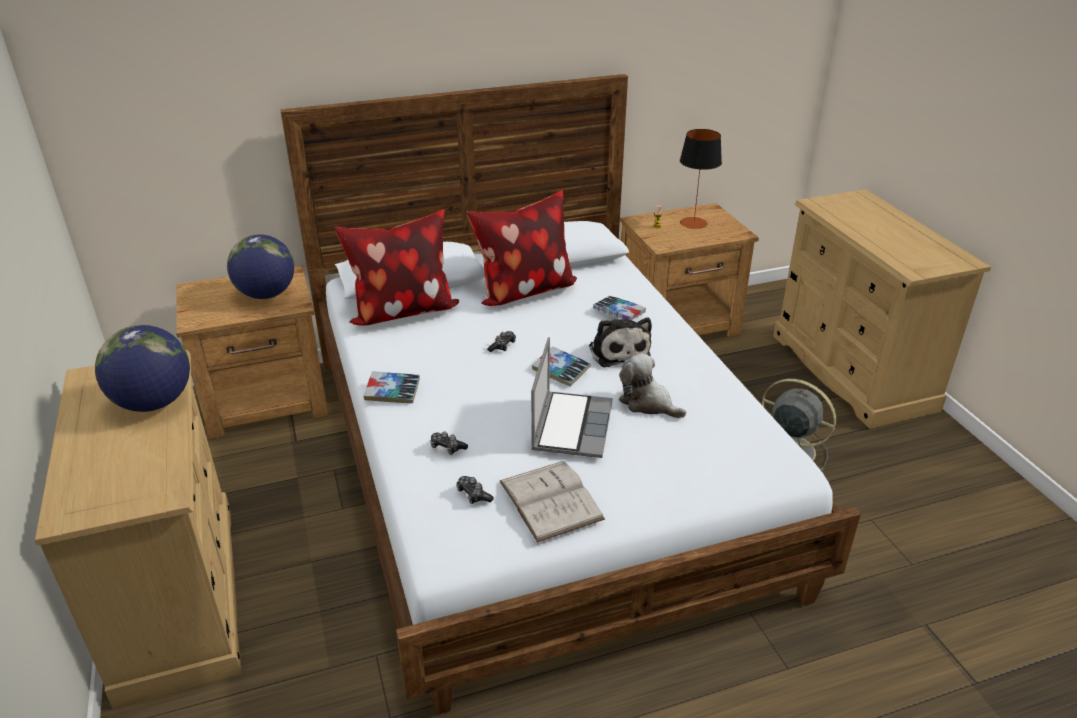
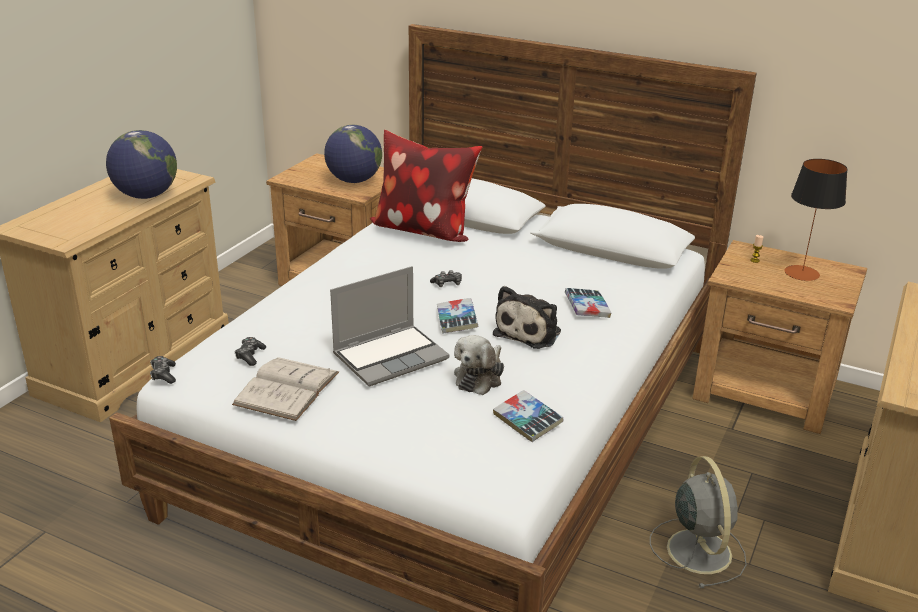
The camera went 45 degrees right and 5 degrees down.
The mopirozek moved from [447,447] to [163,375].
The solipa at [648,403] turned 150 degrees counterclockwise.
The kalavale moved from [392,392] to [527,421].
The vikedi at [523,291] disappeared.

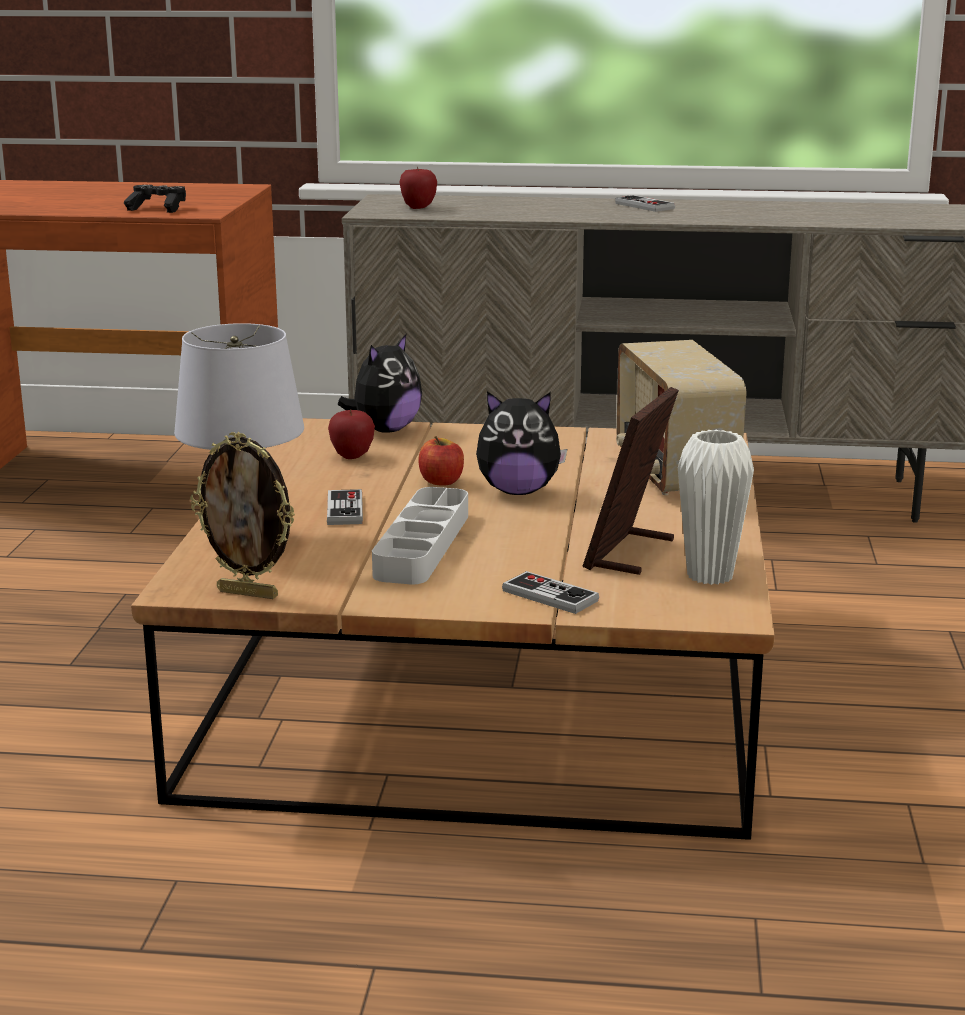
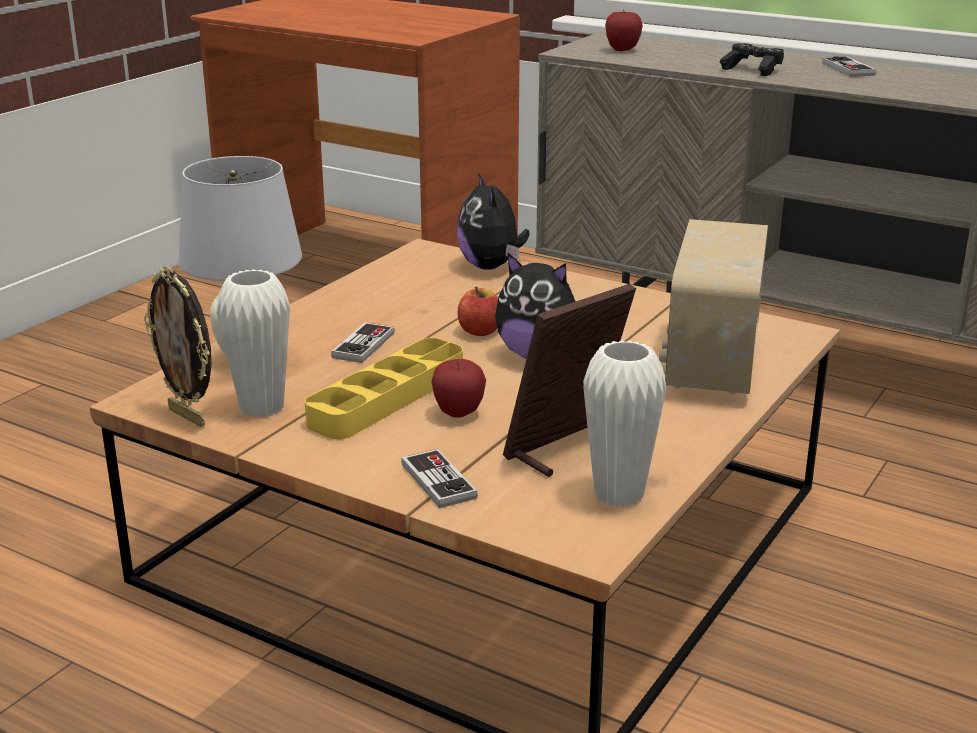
The camera went 25 degrees right and 5 degrees up.
The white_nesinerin at [262,407] appeared.
The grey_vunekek at [422,545] became the yellow_vunekek at [388,397].
The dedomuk moved from [352,456] to [458,413].
The solipa at [385,430] turned 105 degrees clockwise.
The black_mopirozek moved from [157,209] to [752,70].

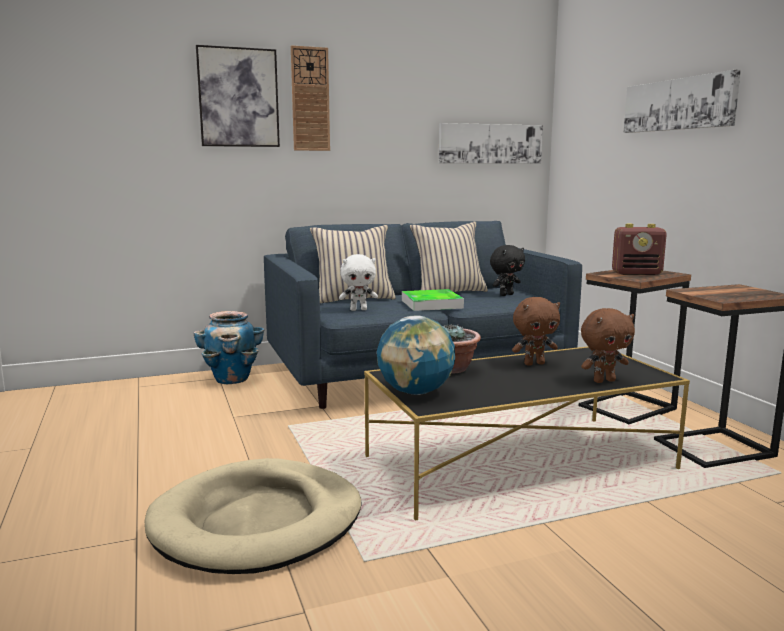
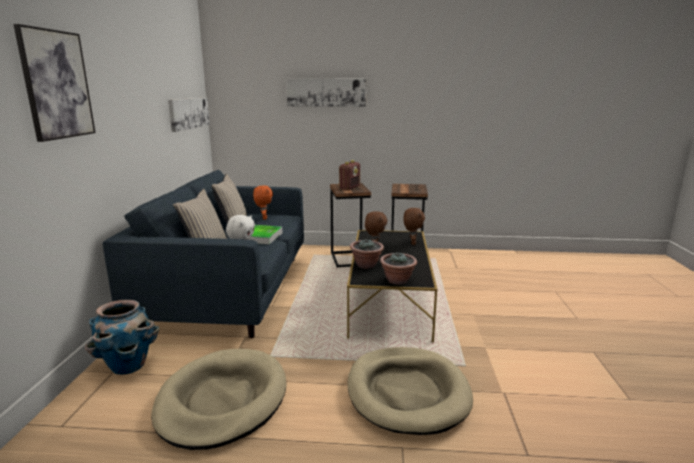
The camera went 65 degrees left and 5 degrees up.
The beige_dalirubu at [222,401] appeared.
The black_solipa at [506,295] became the orange_solipa at [264,218].
The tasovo at [415,392] was replaced by the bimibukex at [398,281].
The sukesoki at [310,99] disappeared.

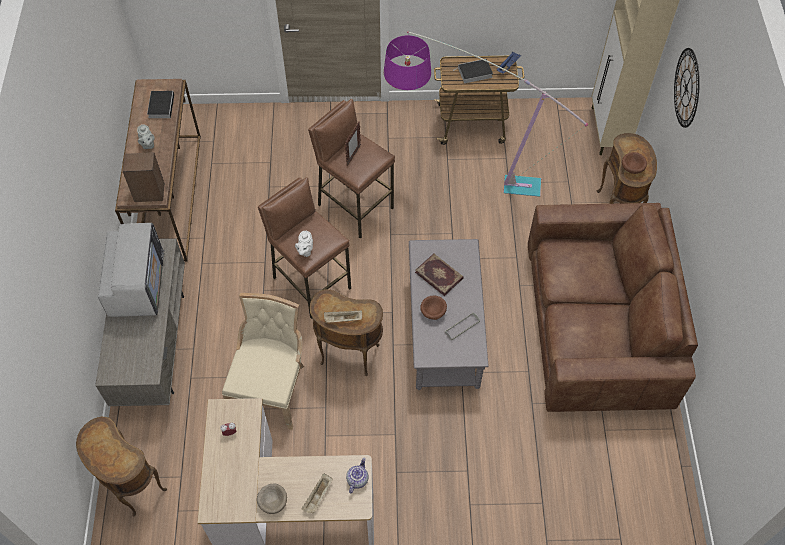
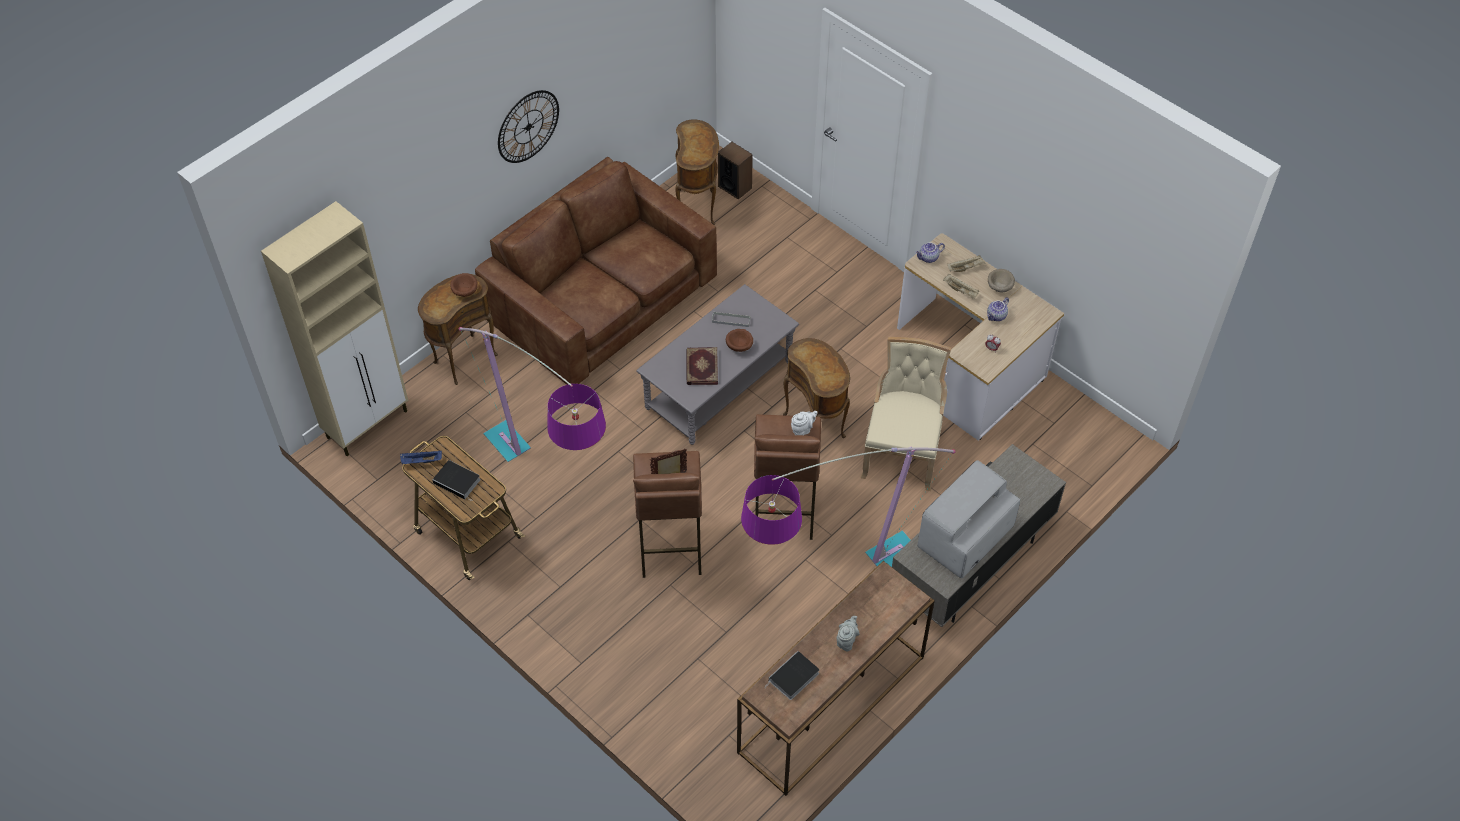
The camera went 135 degrees left and 5 degrees down.
The sukesoki moved from [686,88] to [528,126].
The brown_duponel moved from [132,486] to [698,208].
The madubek moved from [149,192] to [735,187].
The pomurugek at [824,591] appeared.
The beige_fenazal at [271,388] turned 135 degrees clockwise.
The beige_vunekek moved from [342,319] to [961,291].
The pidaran at [996,316] appeared.

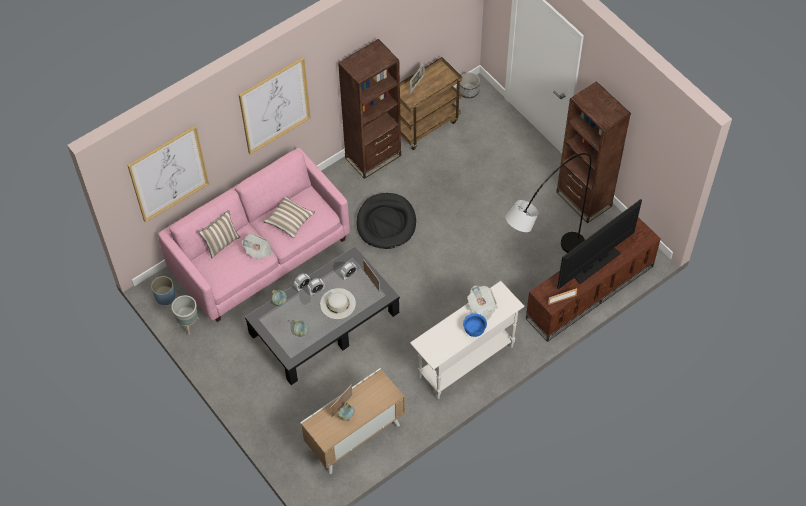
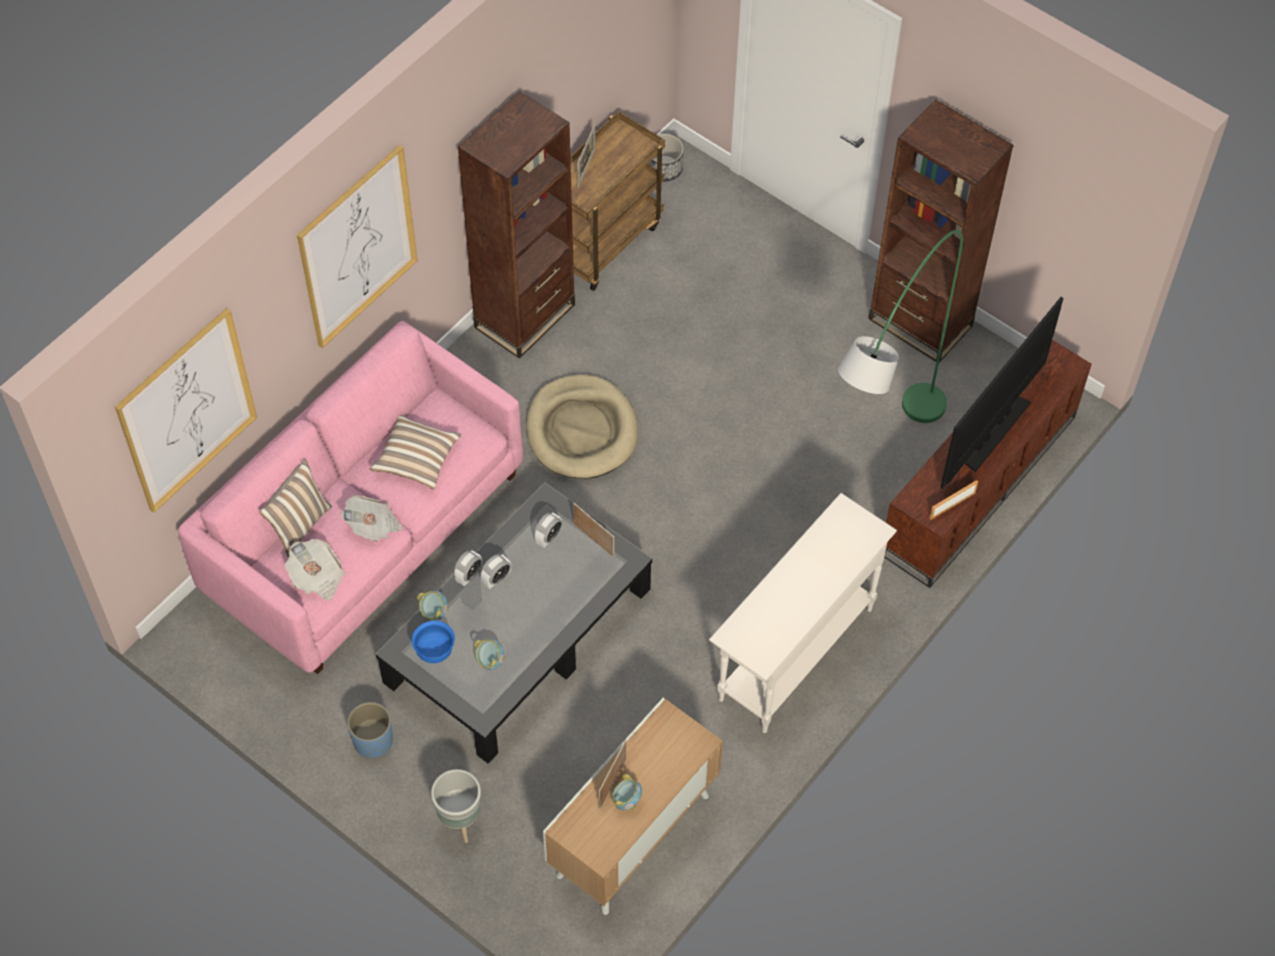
The camera went 15 degrees left and 0 degrees up.
The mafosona moved from [482,306] to [317,577].
The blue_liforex moved from [165,297] to [373,741].
The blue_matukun moved from [474,330] to [435,651].
The grey_liforex moved from [189,324] to [461,822].
The black_dalirubu at [386,223] became the beige_dalirubu at [581,430].
The grey_pomurugek at [540,270] became the green_pomurugek at [881,463].
The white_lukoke at [337,303] disappeared.

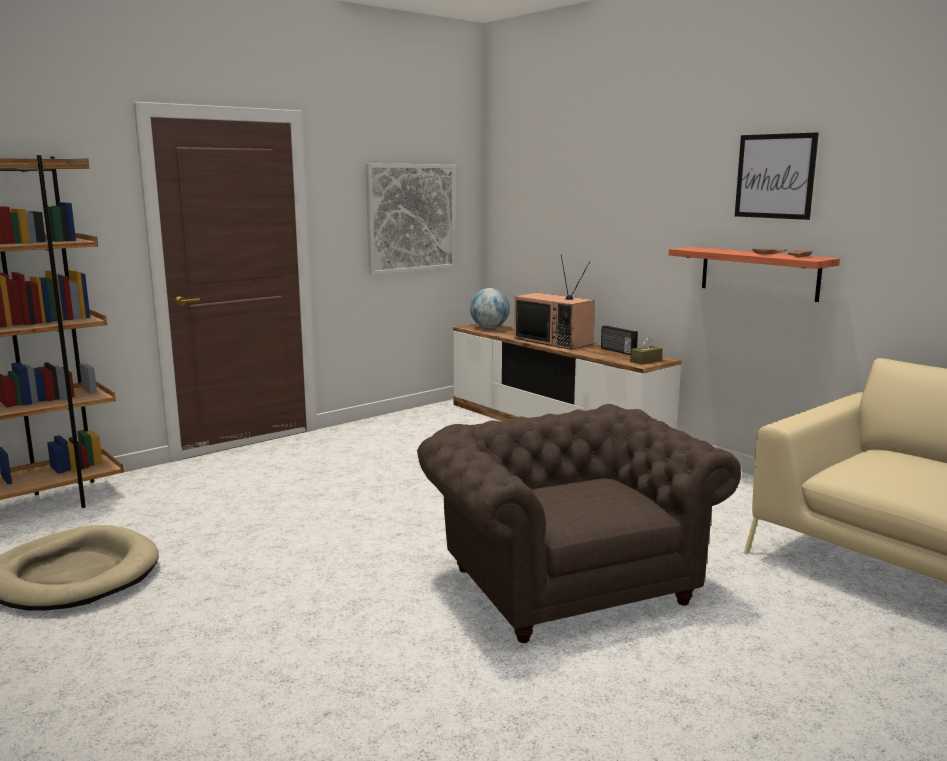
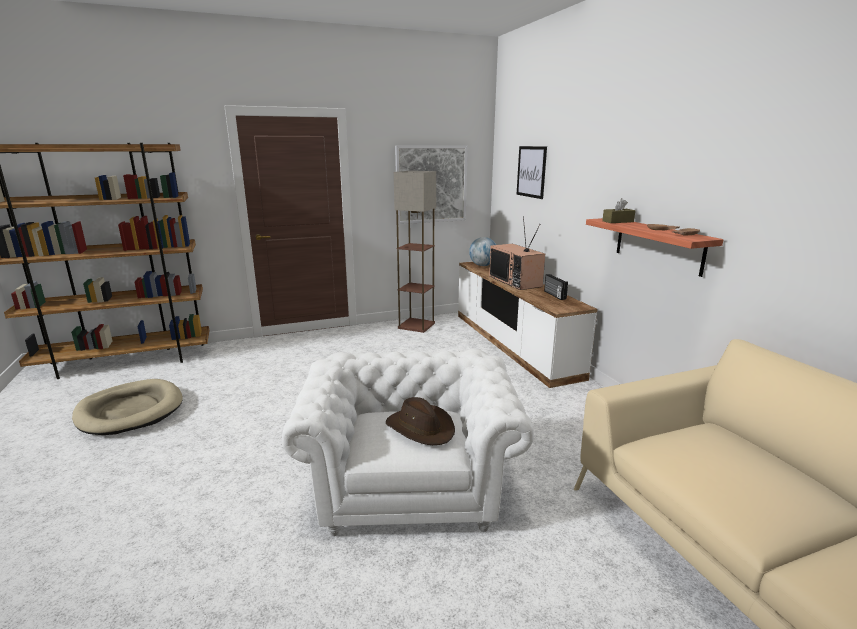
The camera went 20 degrees right and 5 degrees up.
The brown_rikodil at [565,581] became the white_rikodil at [410,484].
The brown_lukoke at [421,427] appeared.
The pomurugek at [416,325] appeared.
The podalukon moved from [775,176] to [531,171].
The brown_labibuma moved from [646,361] to [618,221].

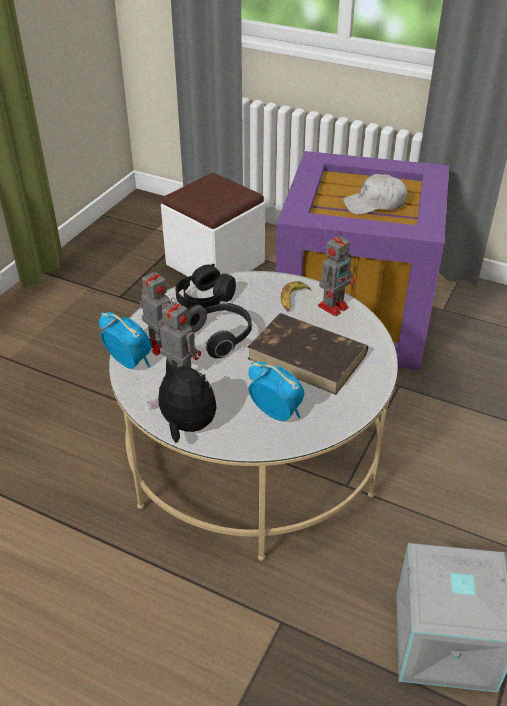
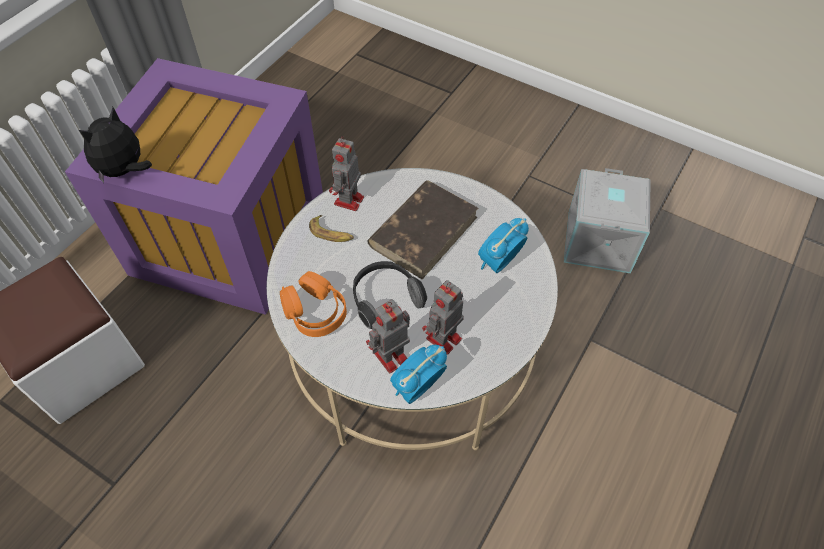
The camera went 85 degrees left and 15 degrees up.
The solipa moved from [186,426] to [125,171].
The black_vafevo at [205,299] became the orange_vafevo at [315,312].
The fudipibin at [334,306] turned 120 degrees counterclockwise.
The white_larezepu at [374,204] disappeared.

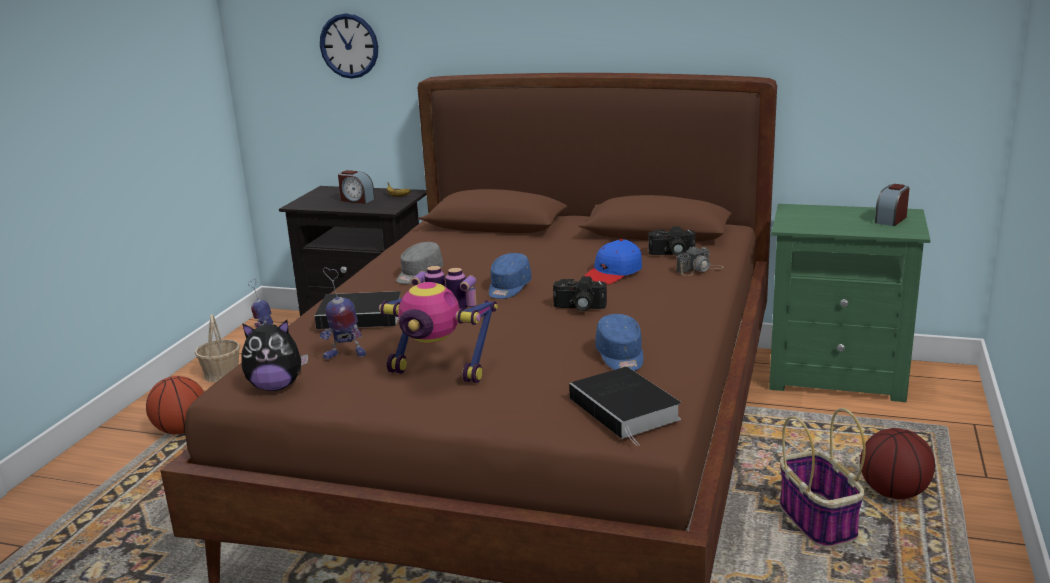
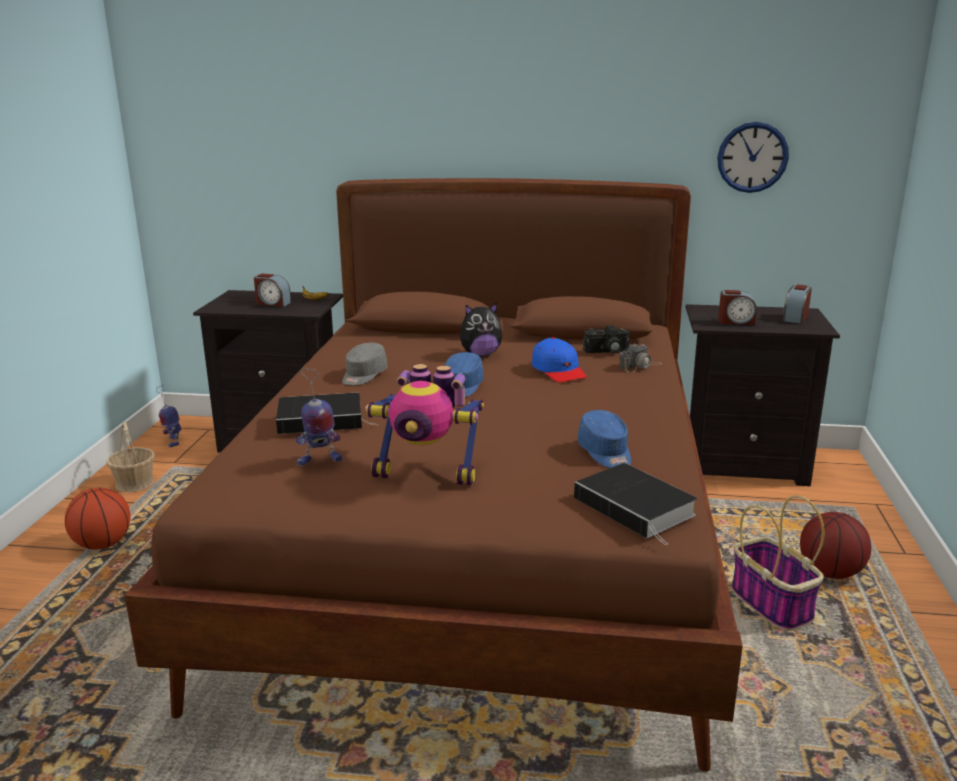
The camera went 10 degrees left and 0 degrees up.
The solipa moved from [276,386] to [480,354].
The blue_larezepu at [613,273] turned 60 degrees counterclockwise.
The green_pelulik at [838,376] became the black_pelulik at [742,464].
The sukesoki moved from [349,46] to [752,157].
The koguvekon at [736,322] appeared.
The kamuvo at [579,307] disappeared.

